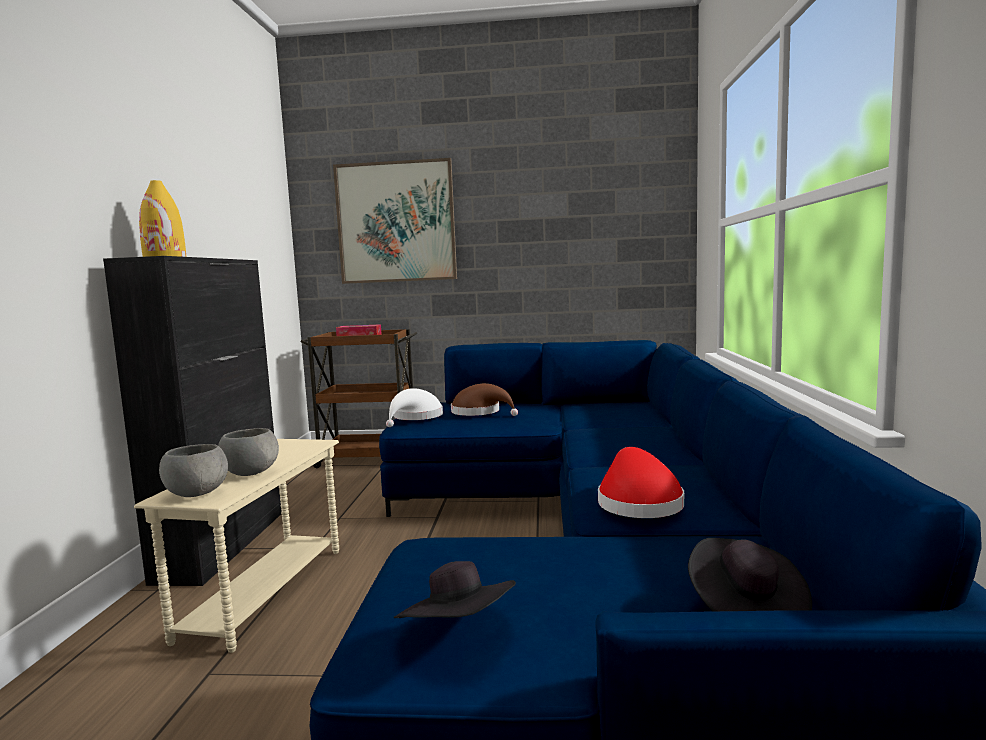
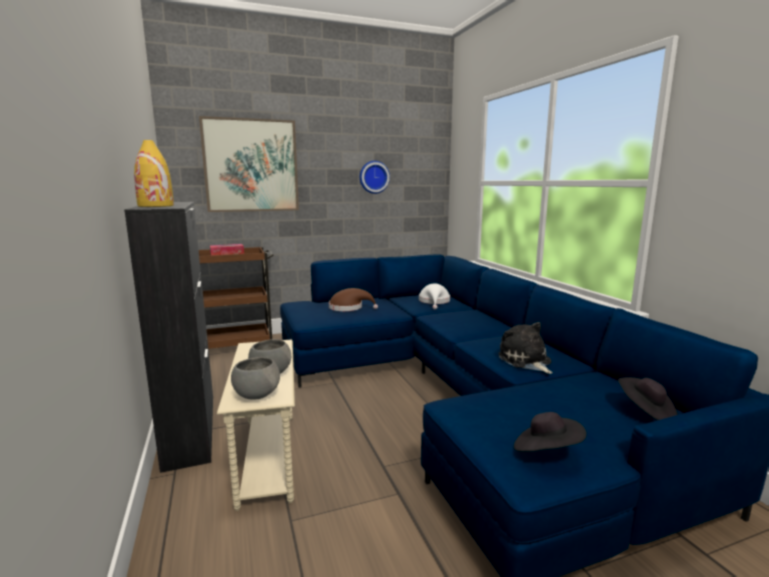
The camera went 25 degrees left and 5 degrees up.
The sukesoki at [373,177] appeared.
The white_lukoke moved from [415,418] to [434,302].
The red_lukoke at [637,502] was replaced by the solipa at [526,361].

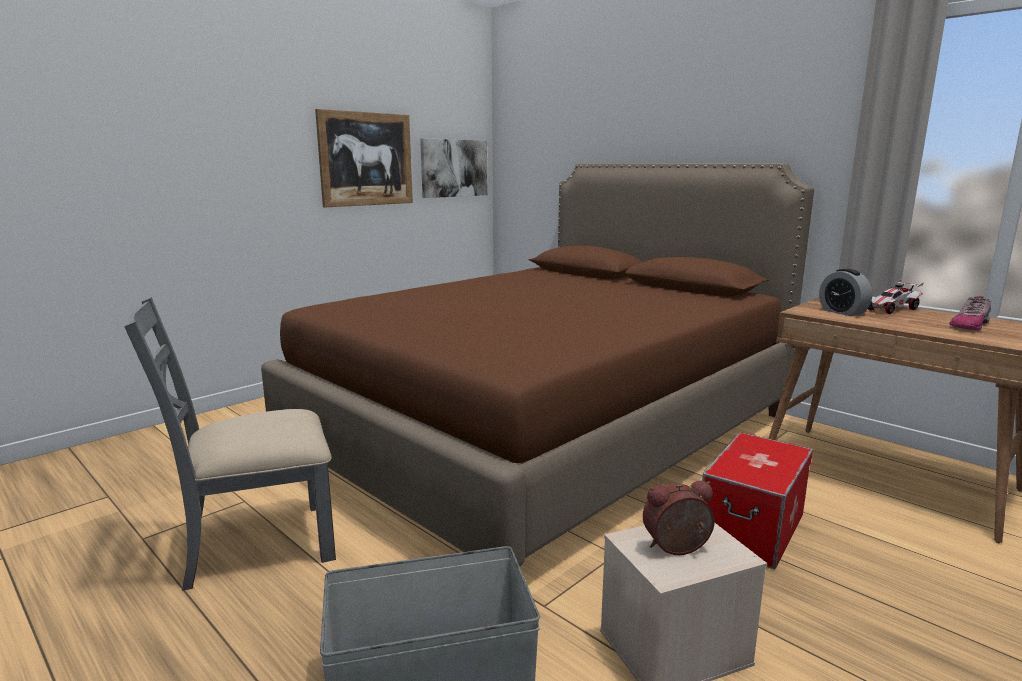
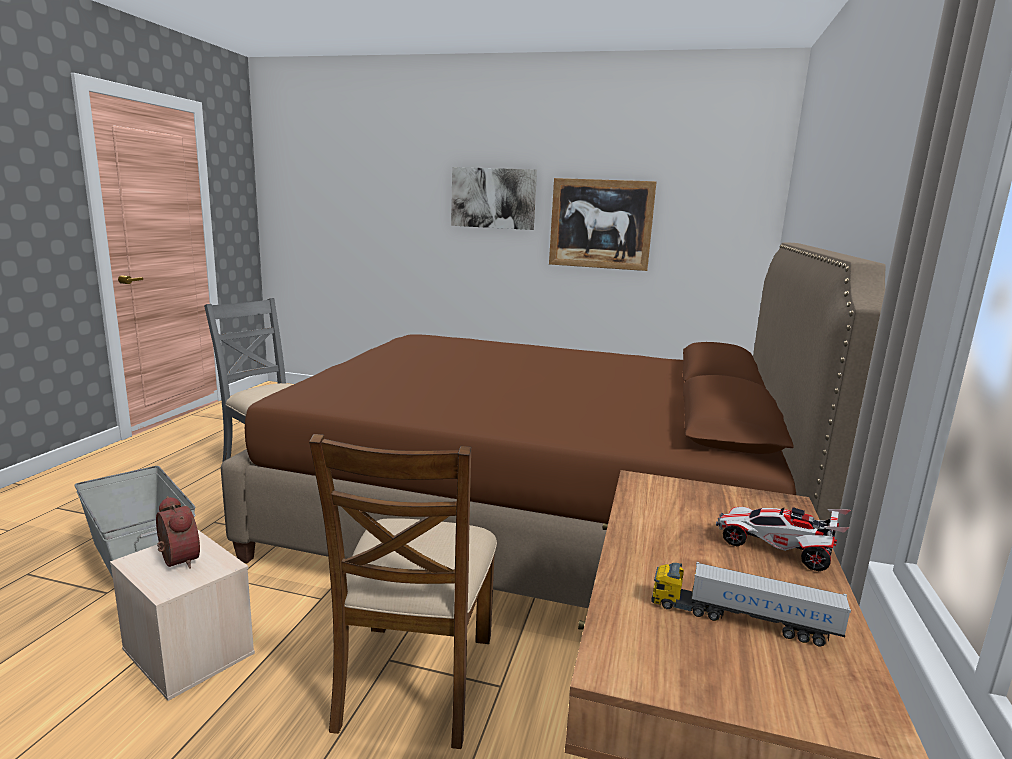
The camera went 60 degrees right and 0 degrees up.
The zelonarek at [752,529] was replaced by the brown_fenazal at [414,680].
The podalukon moved from [454,168] to [493,198].
The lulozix at [969,325] was replaced by the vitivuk at [741,619].
The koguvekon at [842,312] disappeared.

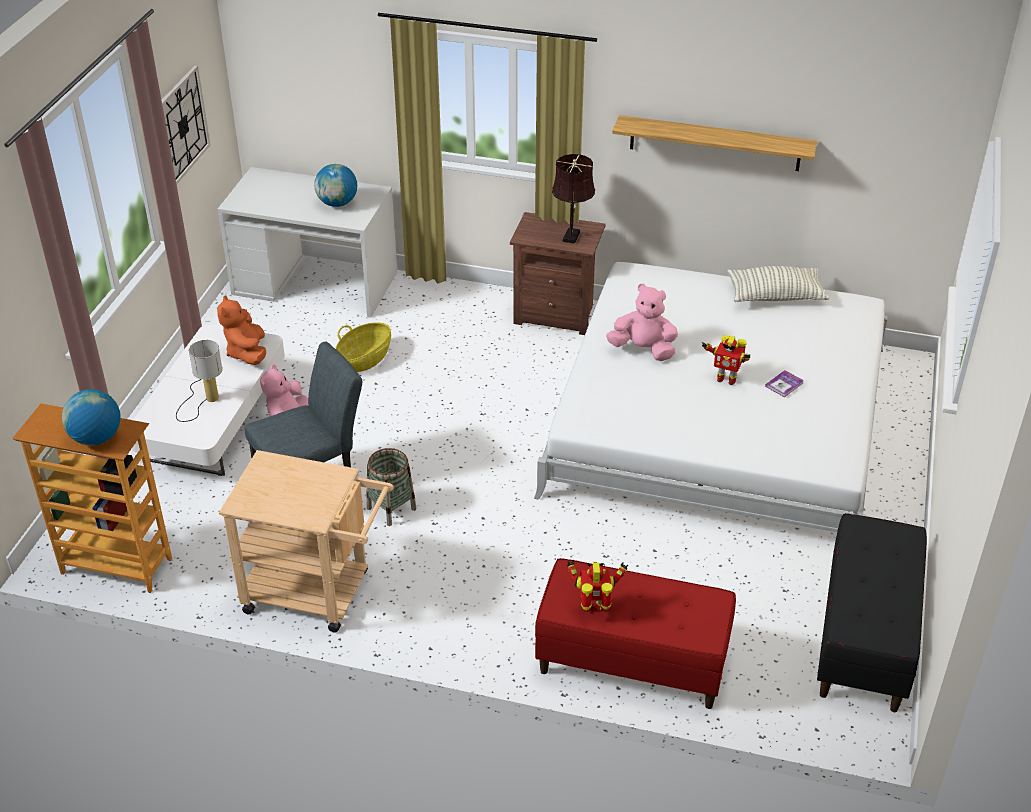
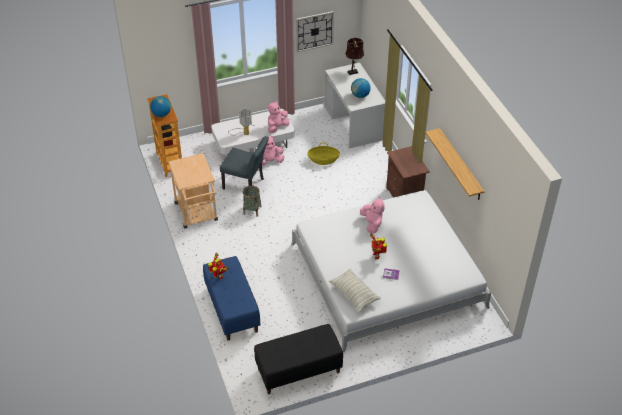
The camera went 55 degrees right and 5 degrees up.
The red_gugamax at [631,662] became the blue_gugamax at [232,309].
The orange_solipa at [247,353] became the pink_solipa at [277,127].
The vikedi moved from [775,296] to [354,294].
The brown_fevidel moved from [572,235] to [354,72].

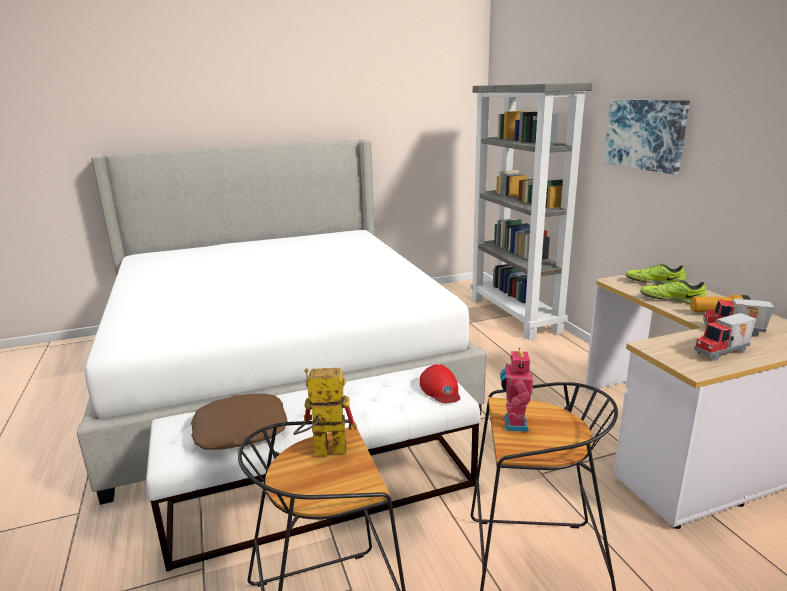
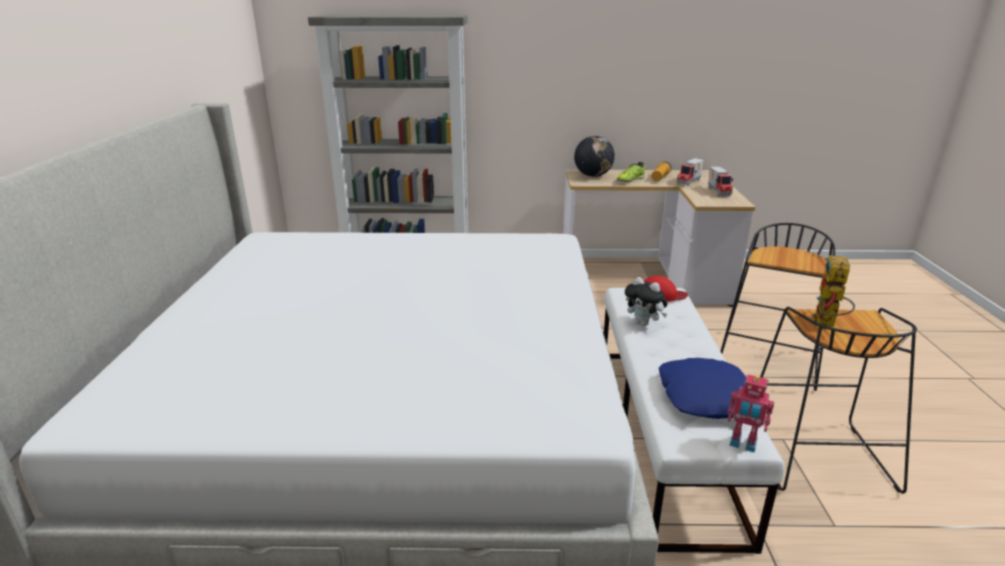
The camera went 70 degrees left and 5 degrees up.
The lulozix at [653,282] was replaced by the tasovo at [593,176].
The solipa at [644,323] appeared.
The brown_vikedi at [241,429] became the blue_vikedi at [704,396].
The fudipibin moved from [513,424] to [743,444].
The podalukon at [645,134] disappeared.

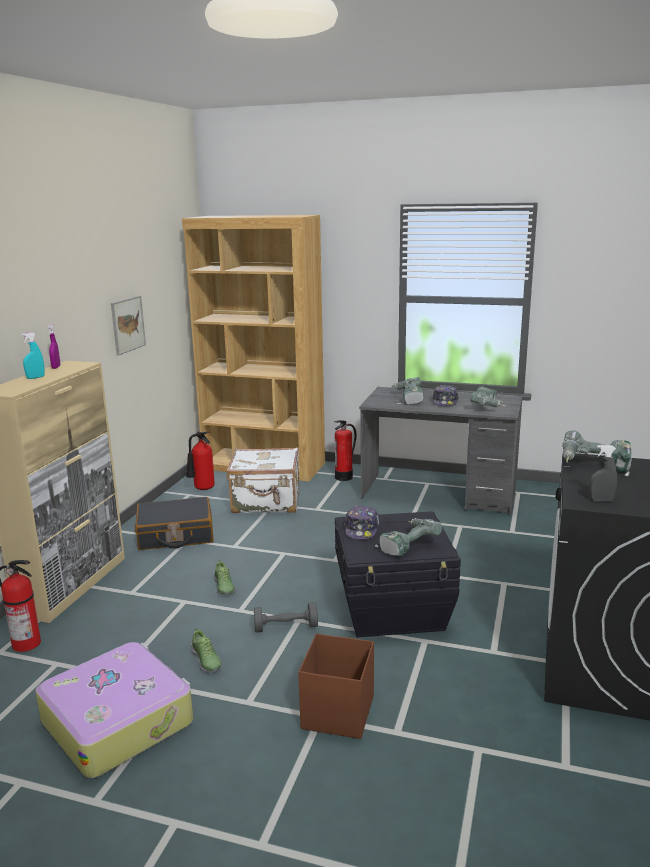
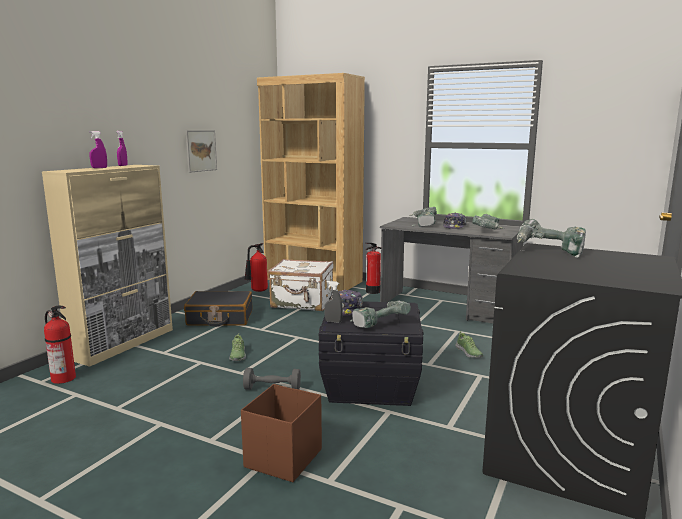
The camera went 10 degrees right and 5 degrees down.
The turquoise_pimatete at [35,377] became the purple_pimatete at [99,168].
The grey_pimatete moved from [601,500] to [333,321].
The lulozix moved from [206,661] to [469,353].
The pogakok at [118,721] disappeared.

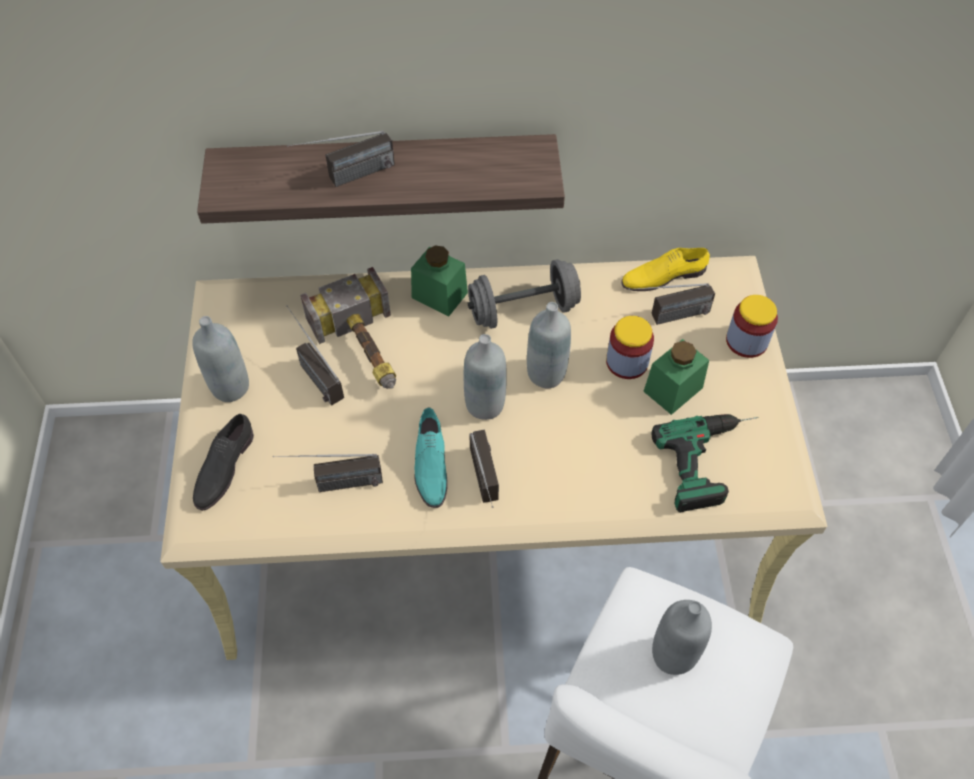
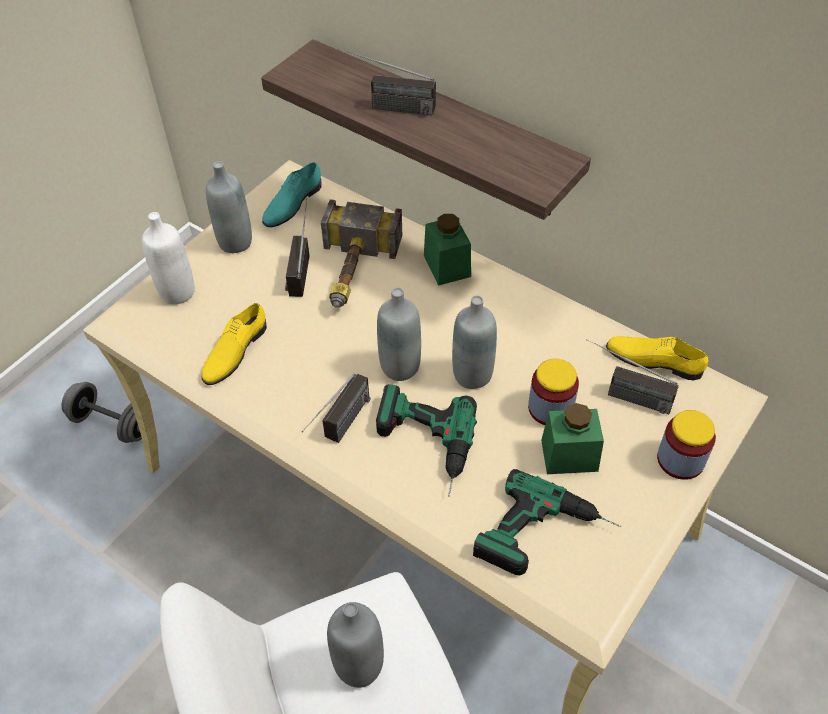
The camera went 40 degrees right and 5 degrees down.
The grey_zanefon moved from [523,310] to [112,424].
The black_lulozix at [223,467] was replaced by the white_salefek at [177,292].
The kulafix at [333,485] was replaced by the yellow_lulozix at [234,351].
The turquoise_lulozix moved from [430,464] to [291,203].
The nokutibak at [422,447] appeared.

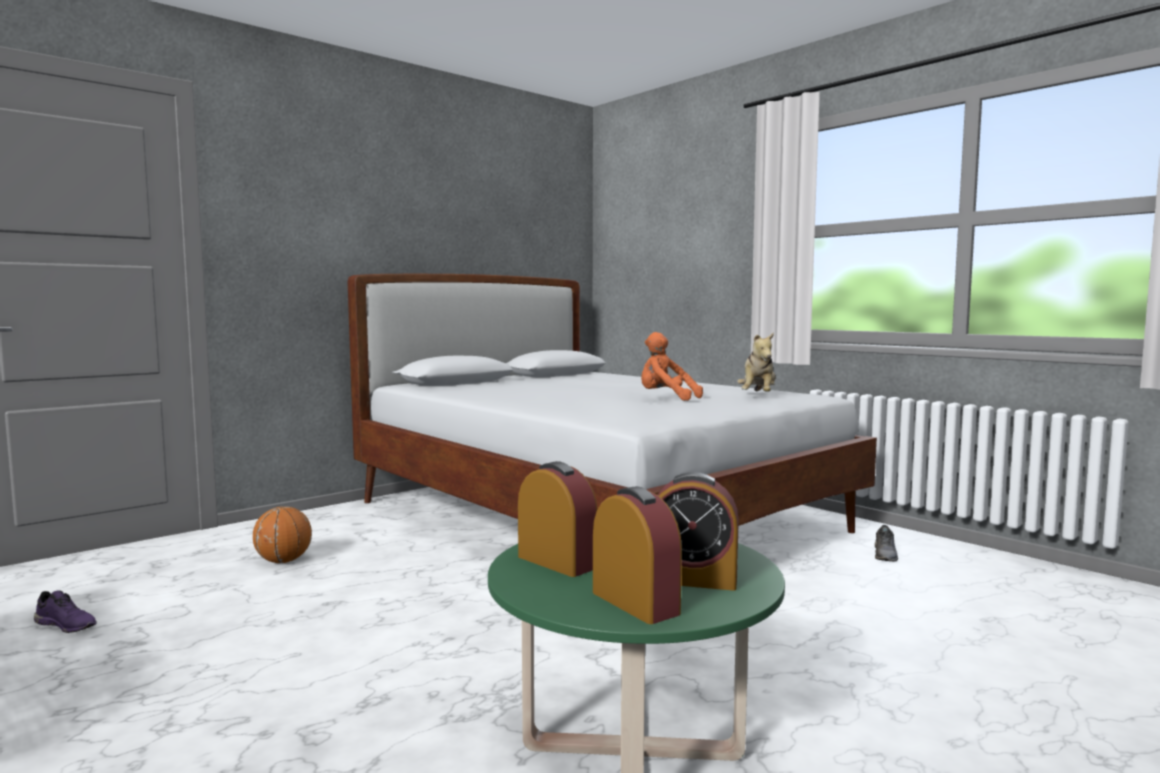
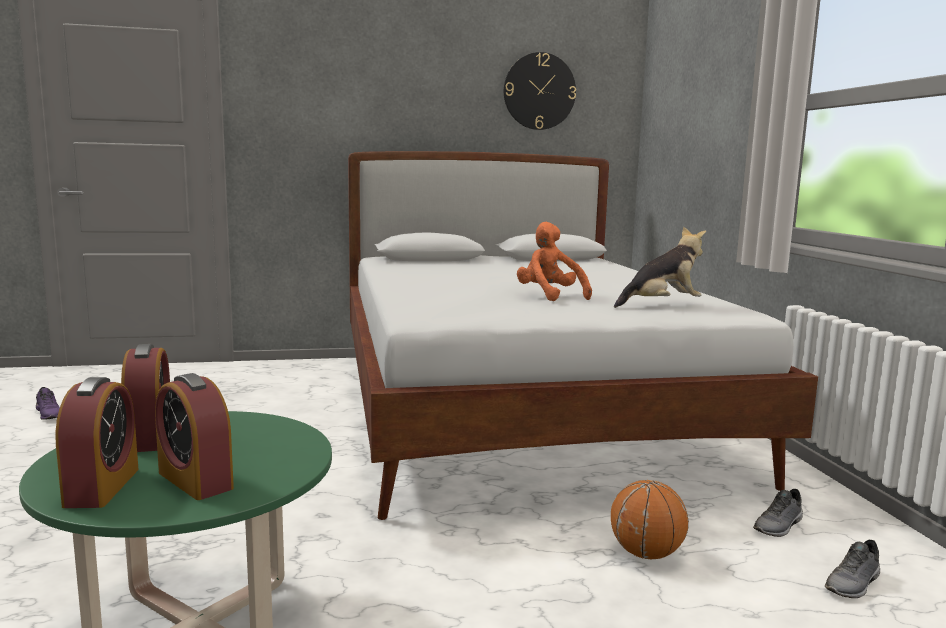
The camera went 30 degrees right and 5 degrees up.
The sukesoki at [539,91] appeared.
The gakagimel moved from [283,561] to [646,554].
The solipa at [758,396] turned 150 degrees counterclockwise.
The grey_lulozix at [854,584] appeared.

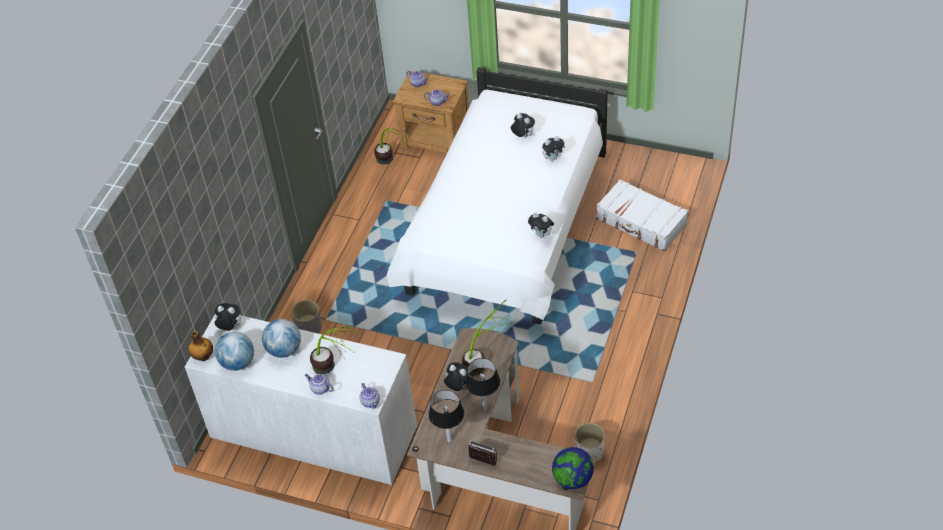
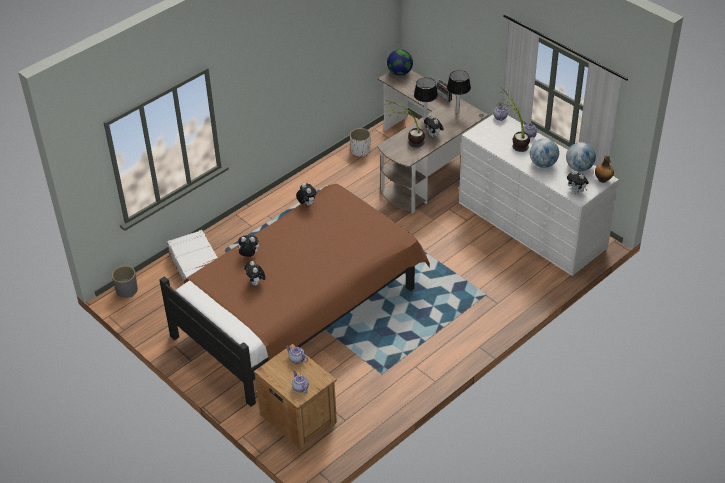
The camera went 155 degrees left and 5 degrees down.
The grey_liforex moved from [309,328] to [127,290].
The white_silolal at [506,228] became the brown_silolal at [301,307].
The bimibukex at [390,164] disappeared.

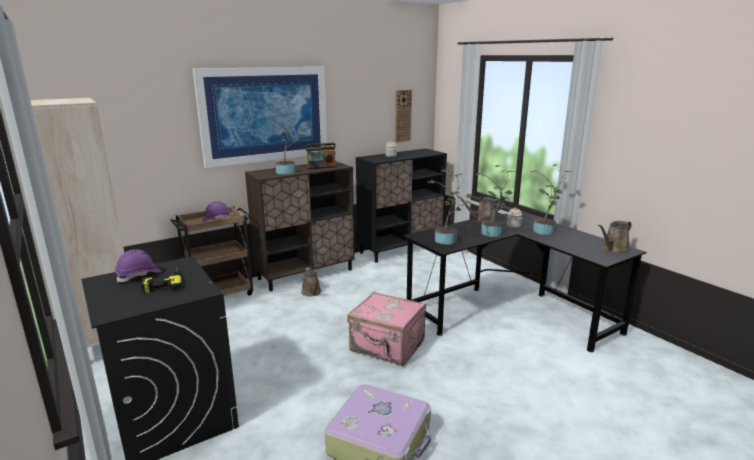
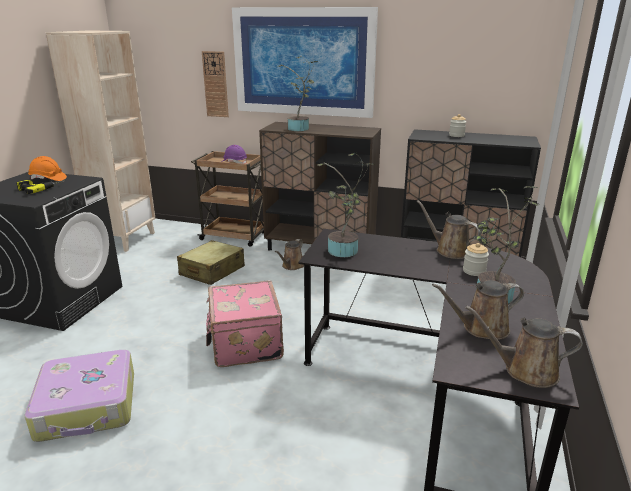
The camera went 50 degrees right and 5 degrees up.
The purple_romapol at [139,276] became the orange_romapol at [48,179].
The beige_pogakok at [212,271] appeared.
The sukesoki moved from [403,116] to [215,84].
The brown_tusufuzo at [481,328] appeared.
The kulafix at [321,167] disappeared.
The bimibukex at [492,234] disappeared.

